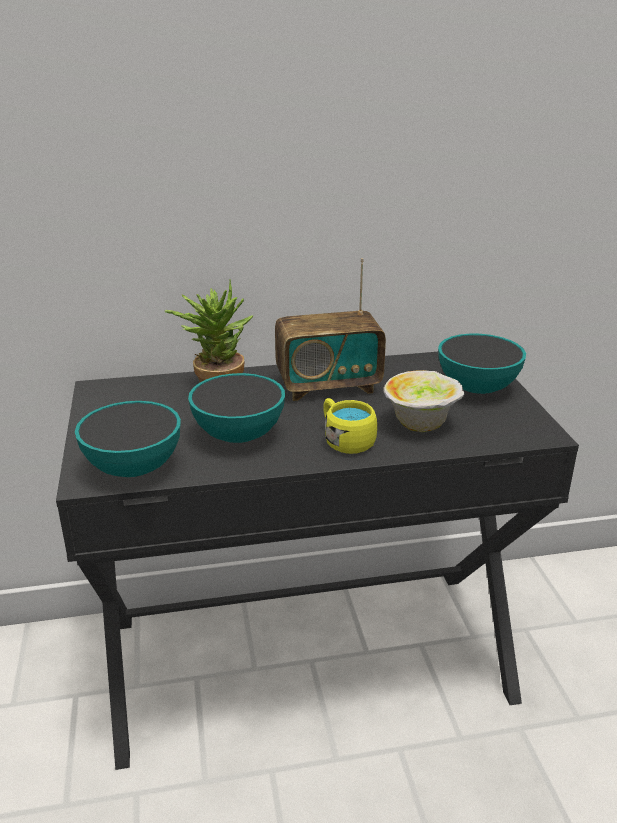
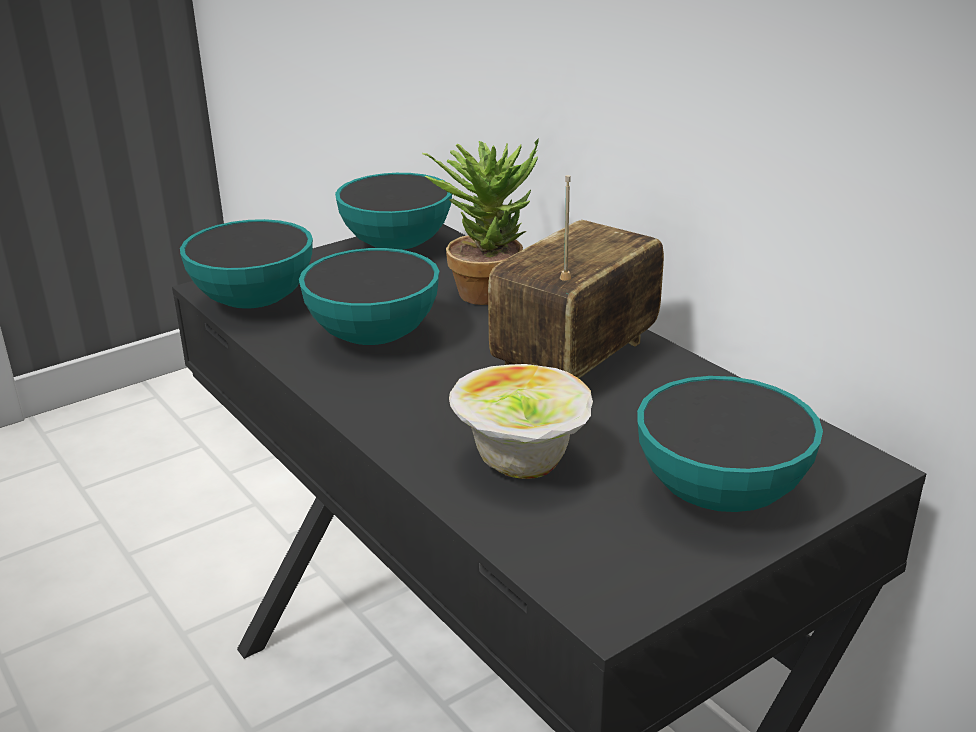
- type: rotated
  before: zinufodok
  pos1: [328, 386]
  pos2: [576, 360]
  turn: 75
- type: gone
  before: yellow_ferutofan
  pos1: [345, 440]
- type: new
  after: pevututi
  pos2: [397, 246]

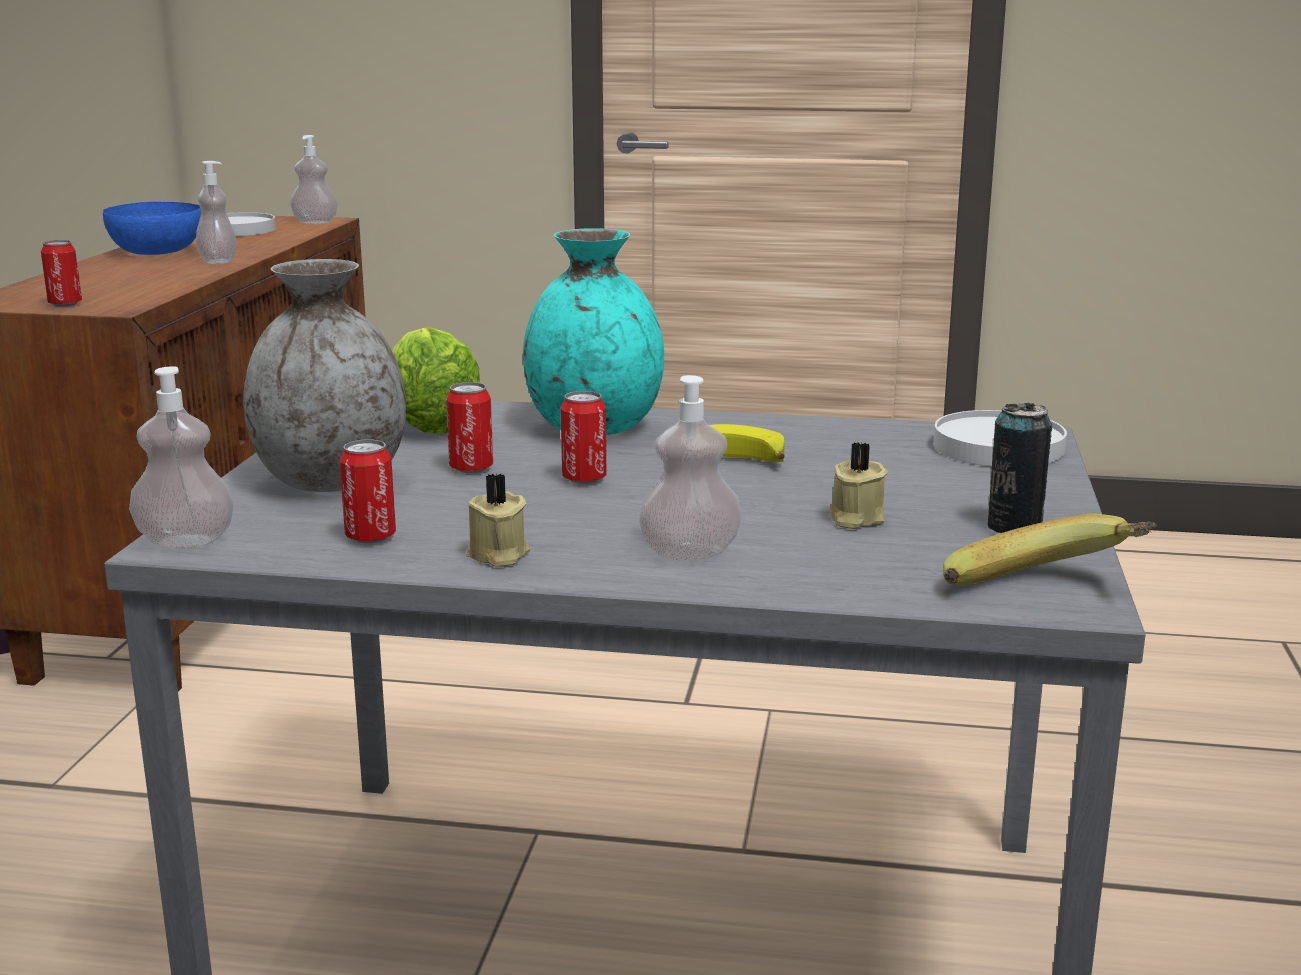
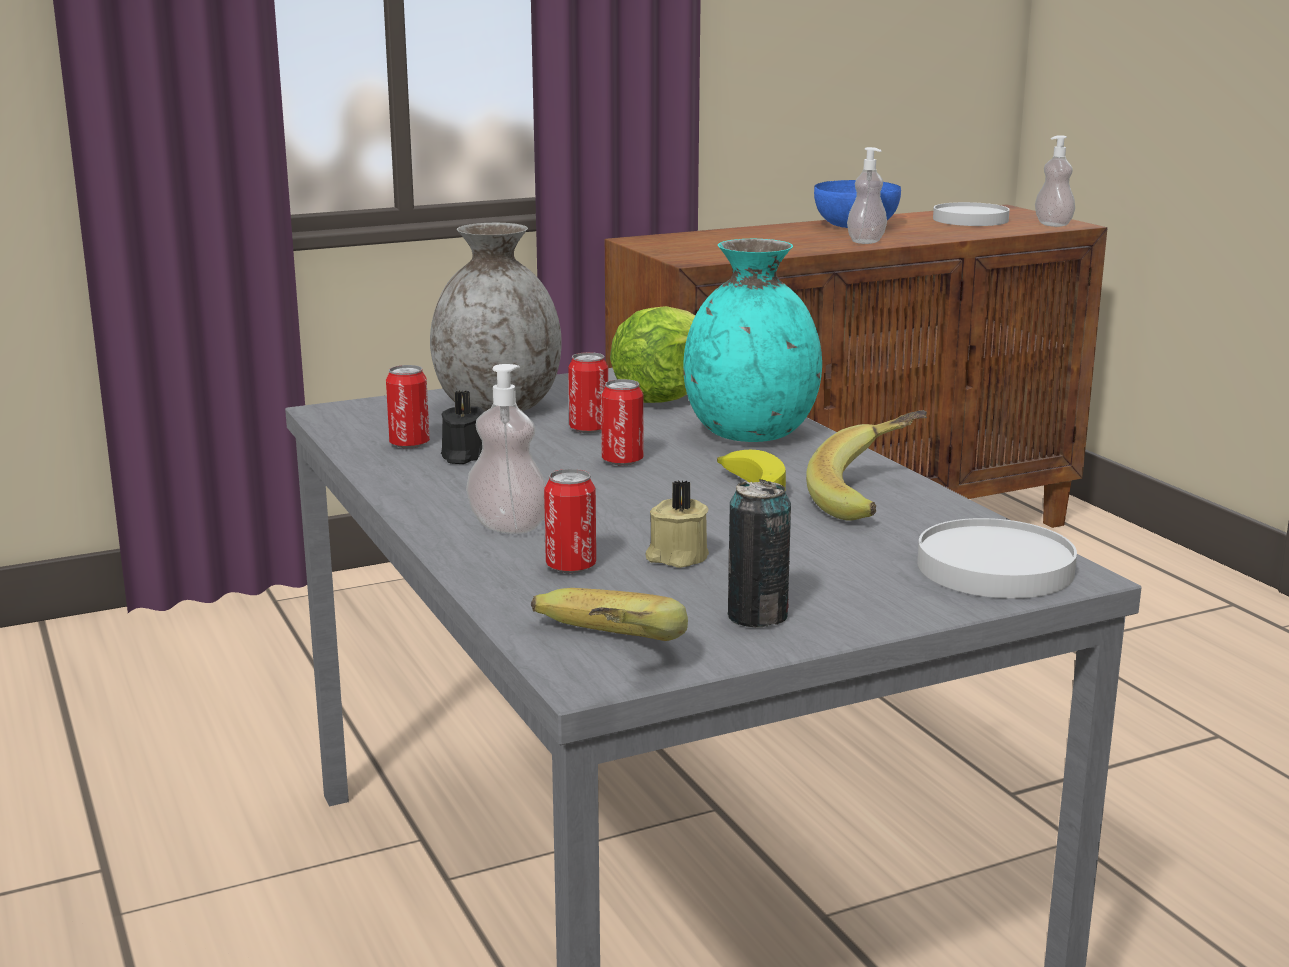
- type: shifted
  before: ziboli
  pos1: [65, 304]
  pos2: [571, 566]
- type: gone
  before: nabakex
  pos1: [185, 541]
- type: gone
  before: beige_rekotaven
  pos1: [498, 555]
- type: new
  after: black_rekotaven
  pos2: [462, 456]
- type: new
  after: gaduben
  pos2: [874, 499]

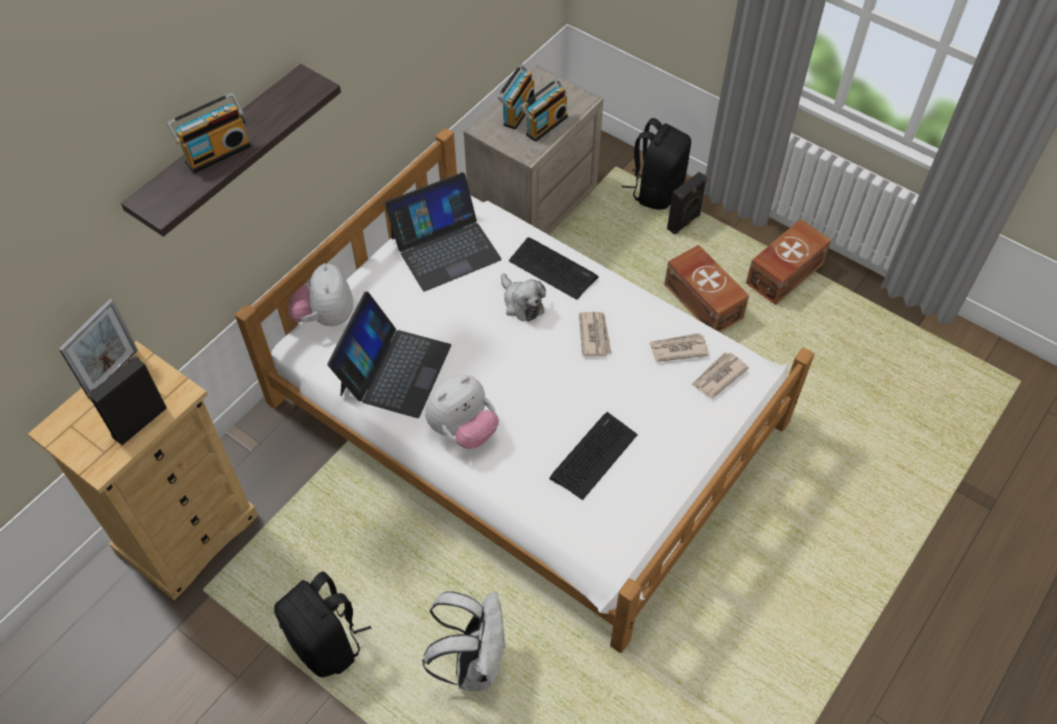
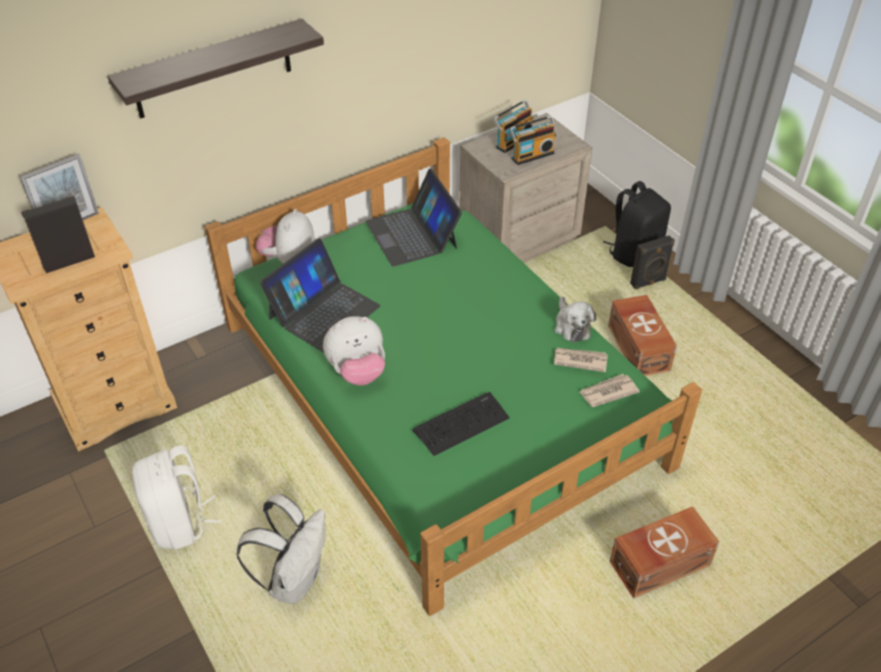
- type: gone
  before: zinufodok
  pos1: [217, 152]
- type: repainted
  before: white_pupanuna
  after: green_pupanuna
  pos1: [528, 412]
  pos2: [440, 393]
- type: repainted
  before: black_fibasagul
  after: white_fibasagul
  pos1: [327, 642]
  pos2: [180, 523]
- type: rotated
  before: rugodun
  pos1: [445, 247]
  pos2: [412, 234]
  turn: 75
- type: shifted
  before: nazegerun
  pos1: [521, 303]
  pos2: [571, 326]
- type: gone
  before: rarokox
  pos1: [553, 268]
- type: gone
  before: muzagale
  pos1: [594, 335]
- type: shifted
  before: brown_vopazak
  pos1: [782, 274]
  pos2: [657, 563]

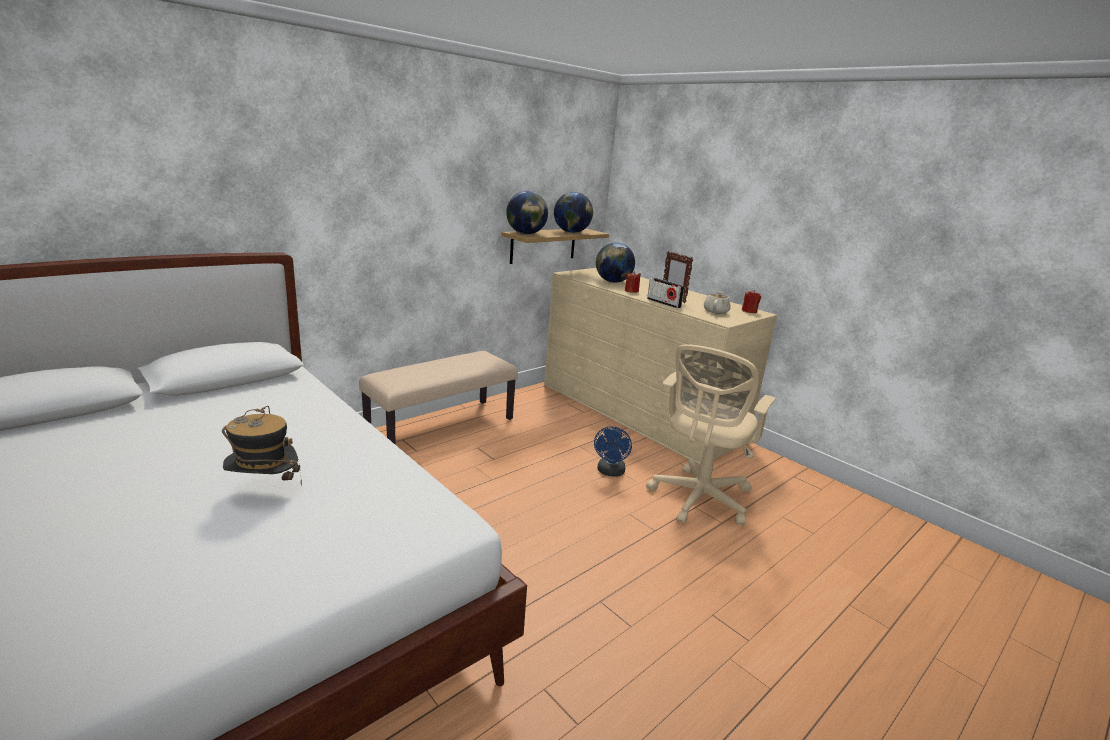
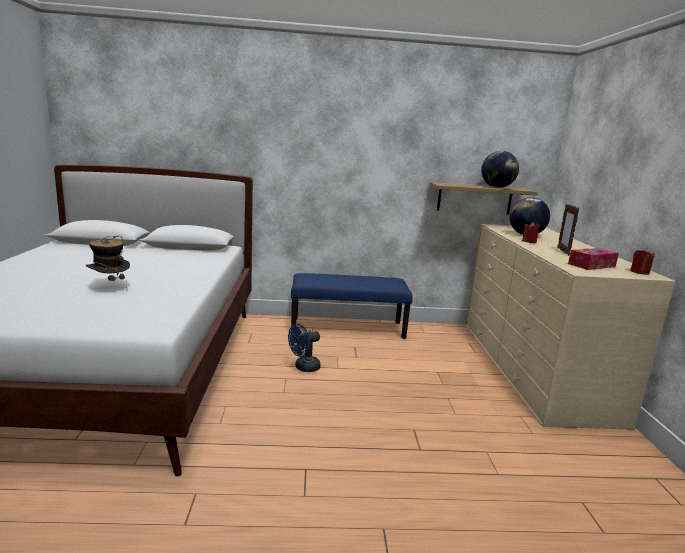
- type: repainted
  before: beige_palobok
  after: blue_palobok
  pos1: [441, 426]
  pos2: [348, 328]
- type: gone
  before: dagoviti
  pos1: [526, 234]
- type: shifted
  before: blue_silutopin
  pos1: [610, 472]
  pos2: [304, 368]
- type: gone
  before: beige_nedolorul
  pos1: [698, 500]
- type: gone
  before: zinufodok
  pos1: [663, 303]
- type: swapped
  before: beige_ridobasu
  after: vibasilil
  pos1: [716, 311]
  pos2: [591, 265]

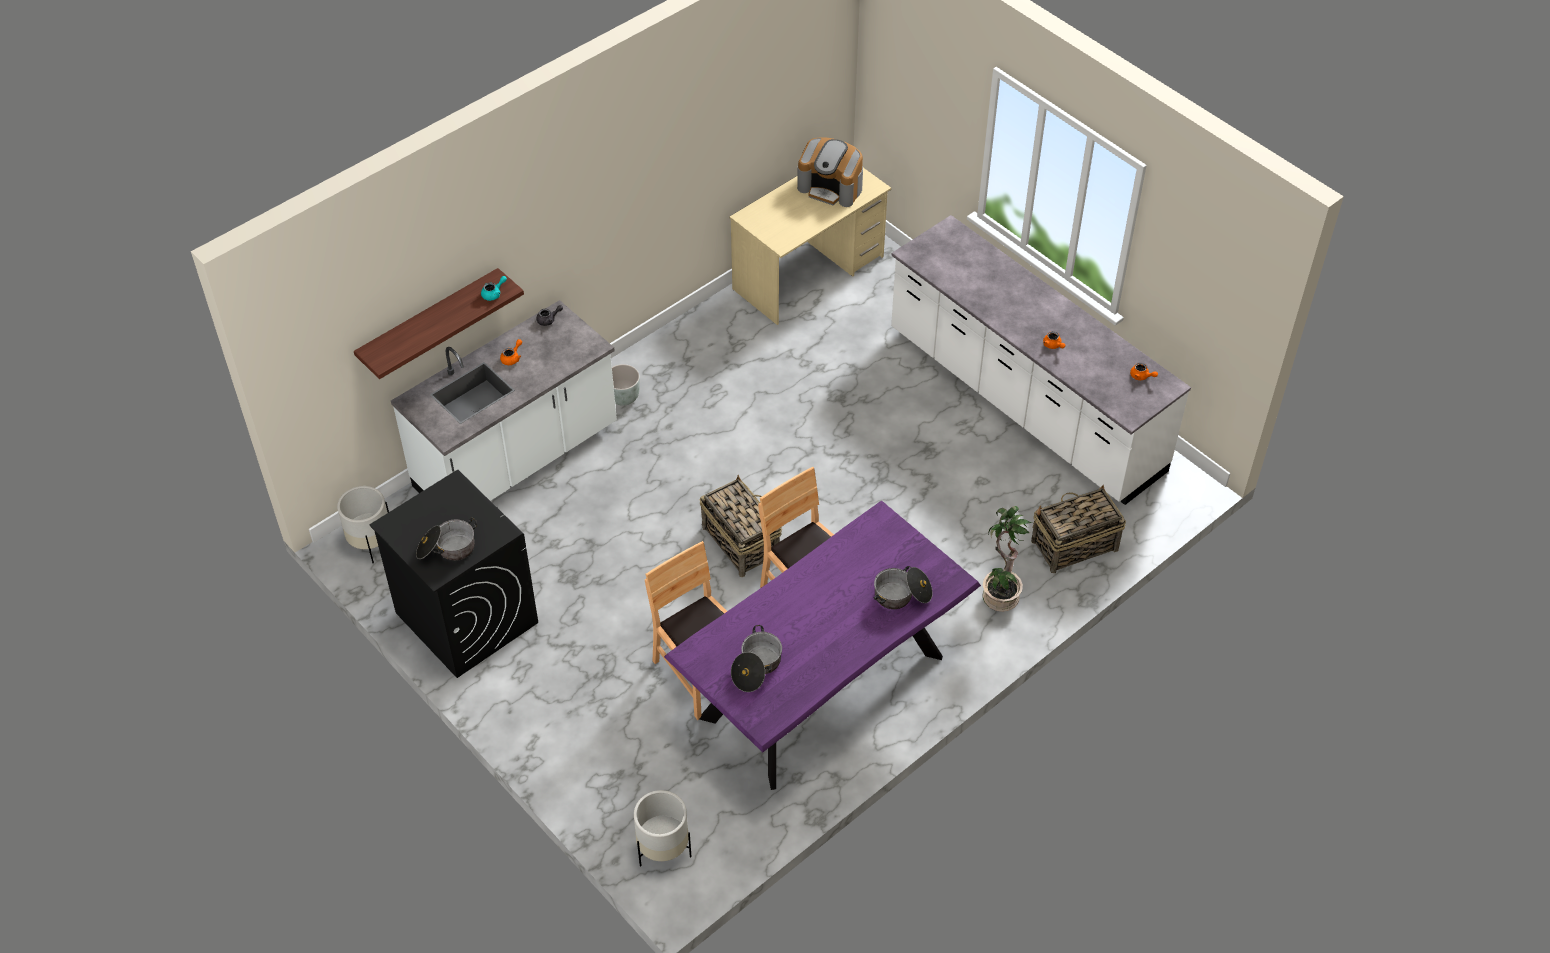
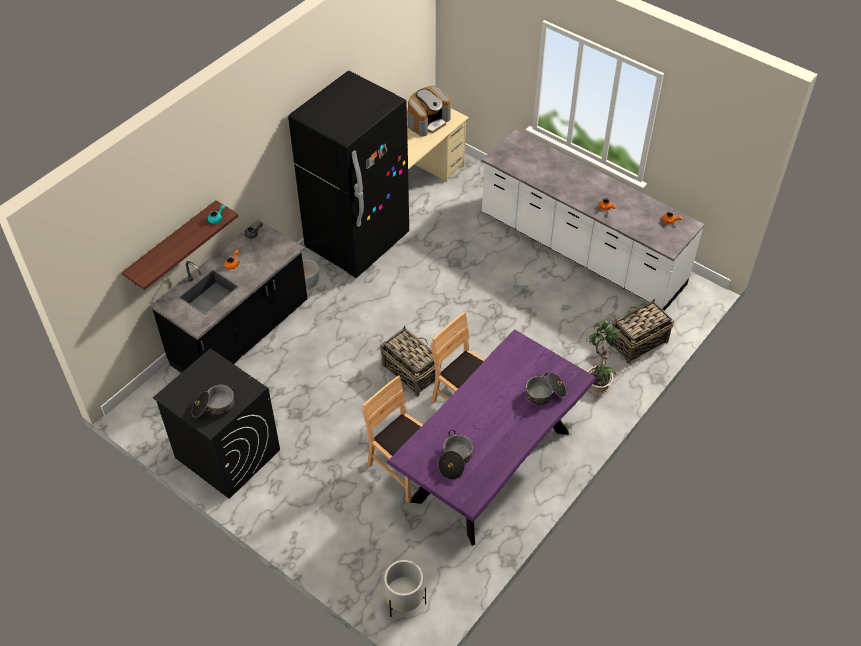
- type: gone
  before: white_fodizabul
  pos1: [371, 542]
- type: repainted
  before: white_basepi
  after: black_basepi
  pos1: [517, 459]
  pos2: [241, 335]
- type: rotated
  before: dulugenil
  pos1: [831, 187]
  pos2: [428, 121]
  turn: -60
- type: new
  after: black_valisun
  pos2: [357, 242]

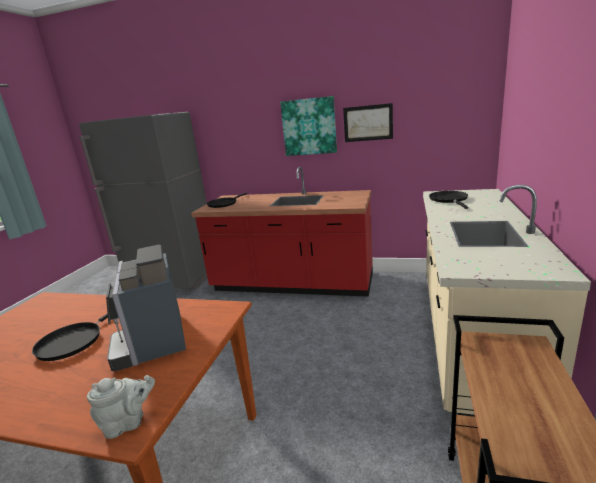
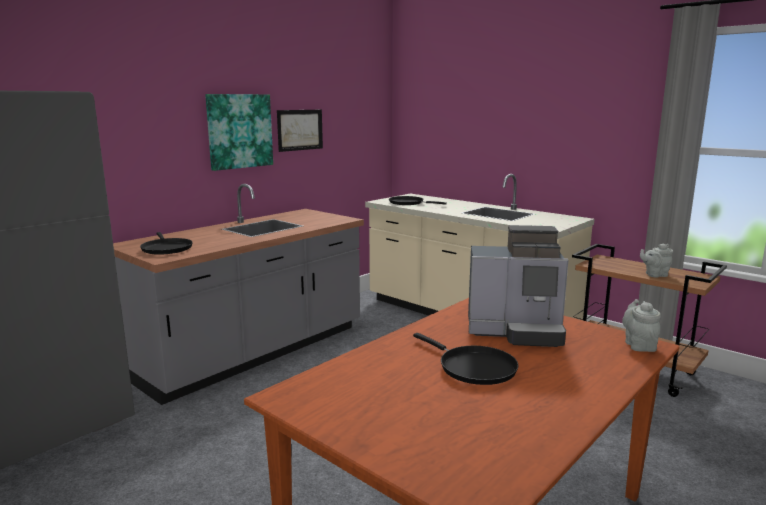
- type: repainted
  before: red_basepi
  after: grey_basepi
  pos1: [292, 284]
  pos2: [253, 352]
- type: new
  after: grey_ridobasu
  pos2: [654, 275]

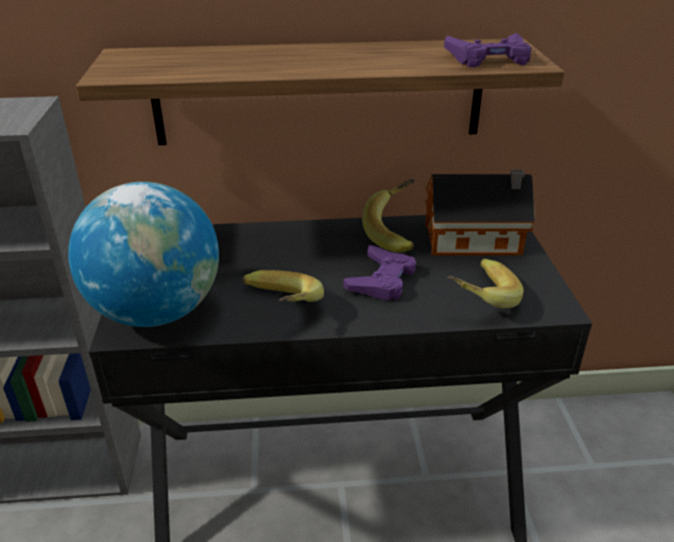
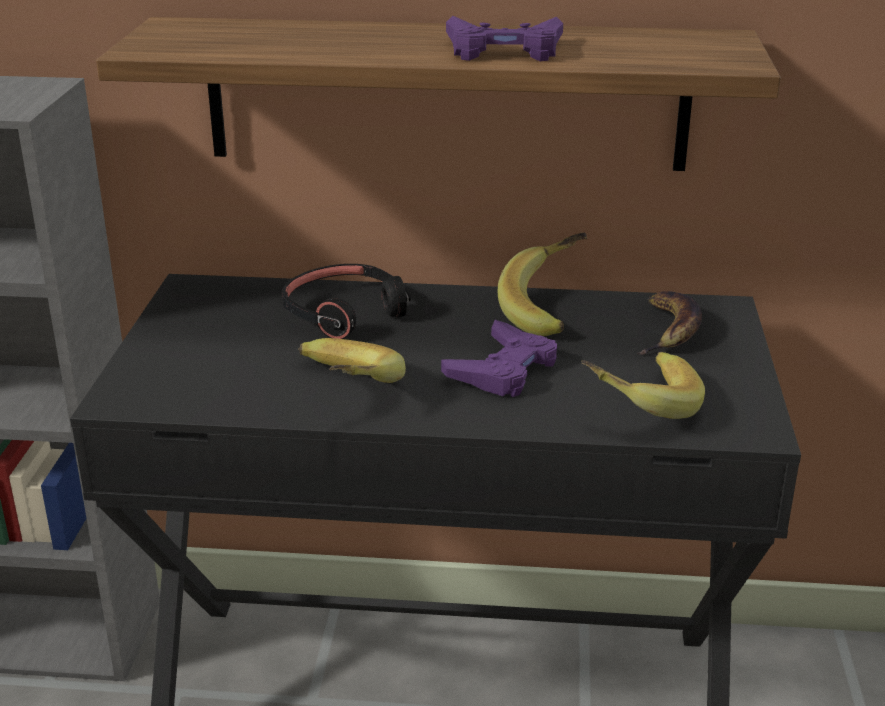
- type: gone
  before: dagoviti
  pos1: [157, 312]
- type: swapped
  before: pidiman
  after: gaduben
  pos1: [477, 240]
  pos2: [669, 330]
- type: shifted
  before: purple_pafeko
  pos1: [489, 58]
  pos2: [504, 50]
- type: new
  after: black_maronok
  pos2: [344, 312]

